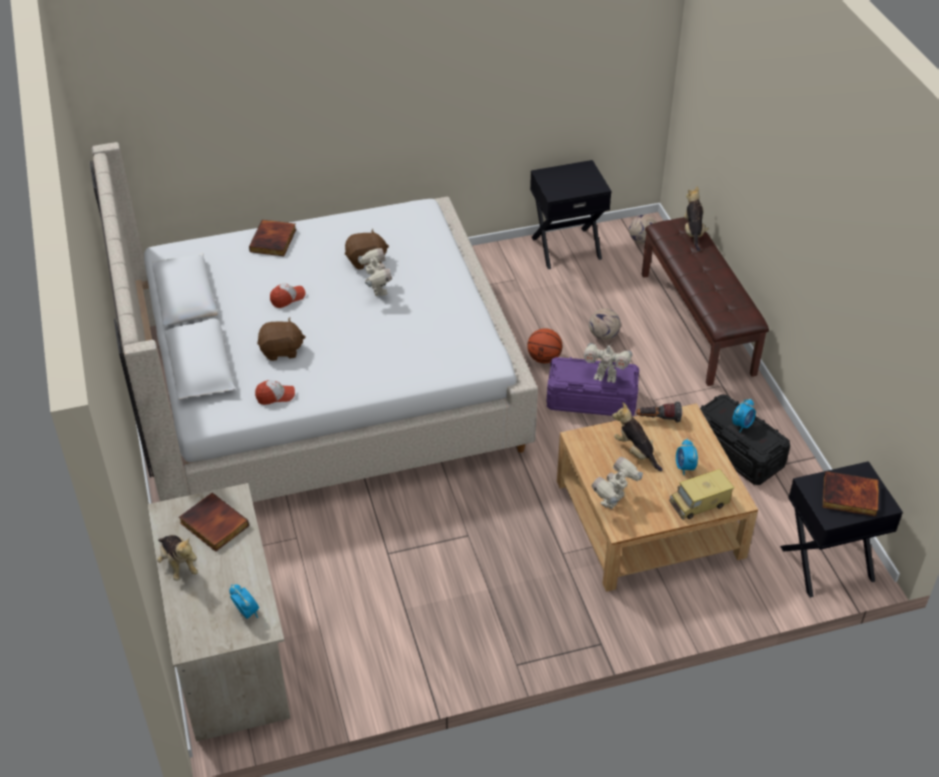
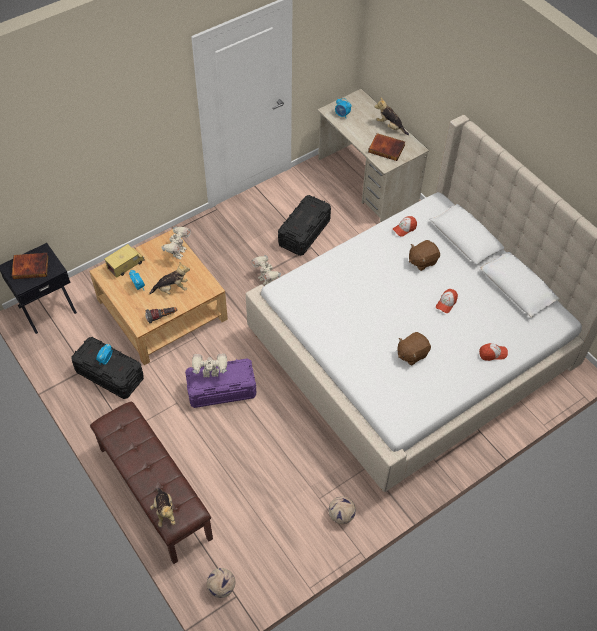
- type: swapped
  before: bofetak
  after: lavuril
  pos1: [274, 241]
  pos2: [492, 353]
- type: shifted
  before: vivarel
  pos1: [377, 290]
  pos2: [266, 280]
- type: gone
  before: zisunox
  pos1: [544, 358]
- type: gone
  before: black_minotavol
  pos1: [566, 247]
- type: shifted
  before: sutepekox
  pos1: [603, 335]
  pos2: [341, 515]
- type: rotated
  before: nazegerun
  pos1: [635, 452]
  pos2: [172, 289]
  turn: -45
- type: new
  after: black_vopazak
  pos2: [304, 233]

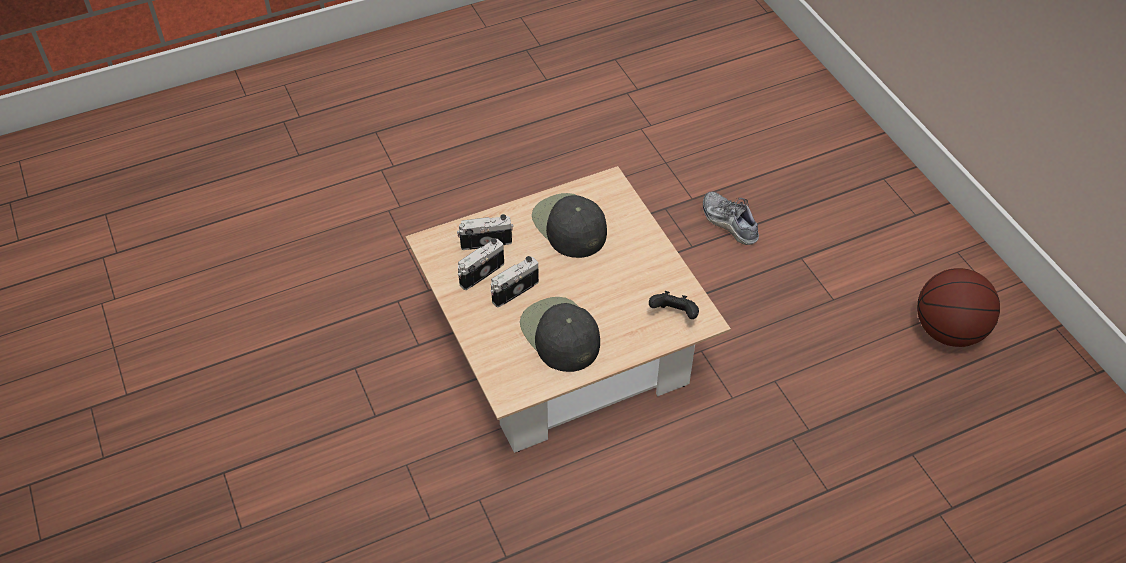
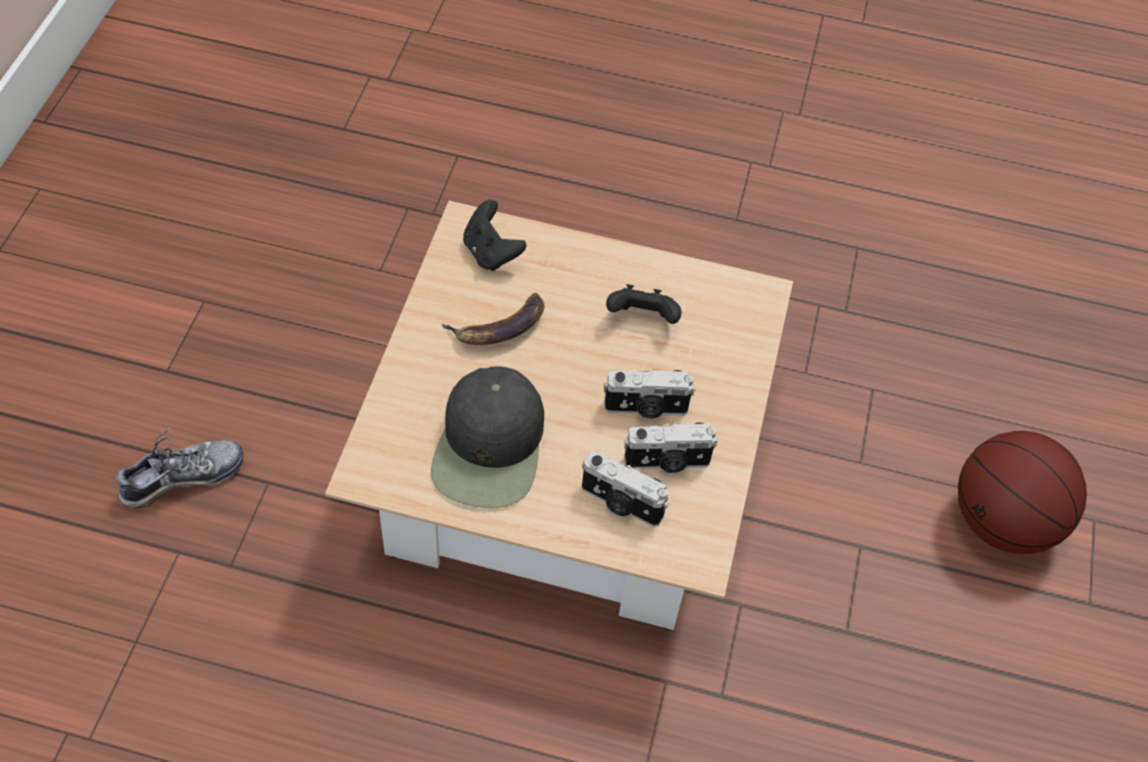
- type: swapped
  before: black_lavuril
  after: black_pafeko
  pos1: [559, 334]
  pos2: [642, 318]
- type: rotated
  before: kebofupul
  pos1: [729, 223]
  pos2: [183, 478]
  turn: -120
- type: shifted
  before: zisunox
  pos1: [948, 331]
  pos2: [1002, 521]
- type: new
  after: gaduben
  pos2: [499, 328]

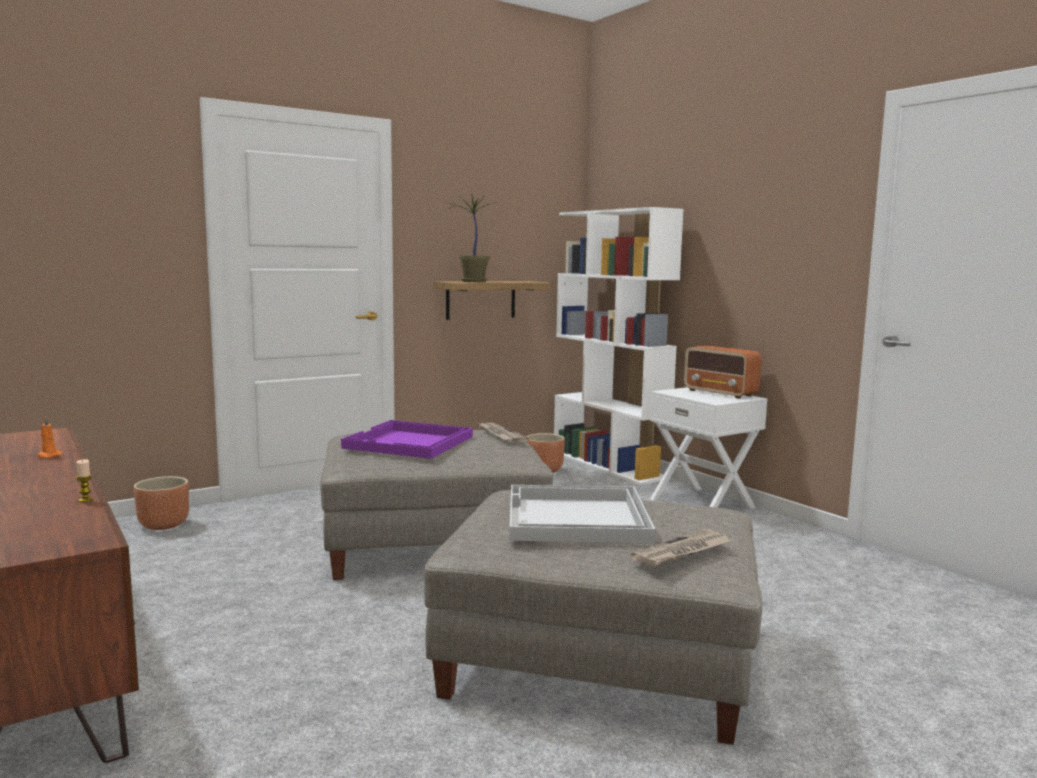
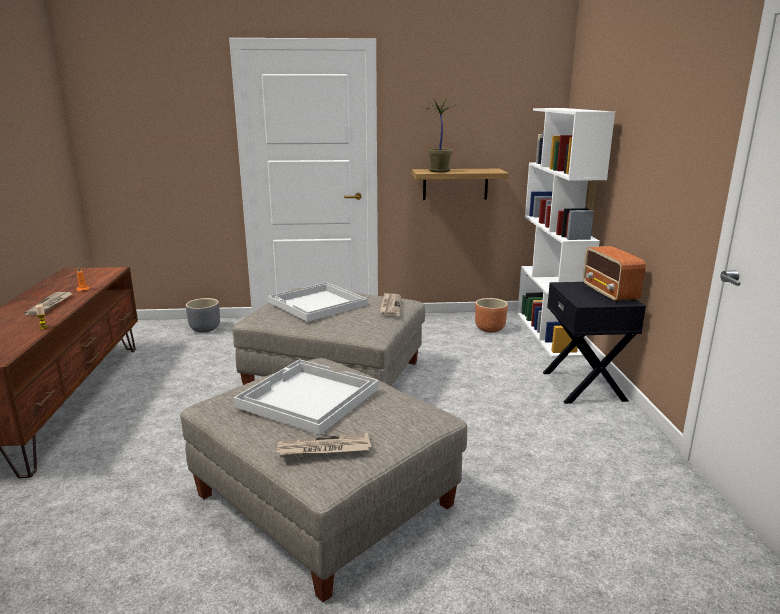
- type: repainted
  before: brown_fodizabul
  after: grey_fodizabul
  pos1: [164, 525]
  pos2: [205, 329]
- type: repainted
  before: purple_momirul
  after: white_momirul
  pos1: [409, 442]
  pos2: [317, 304]
- type: repainted
  before: white_minotavol
  after: black_minotavol
  pos1: [703, 503]
  pos2: [585, 386]
- type: new
  after: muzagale
  pos2: [50, 305]

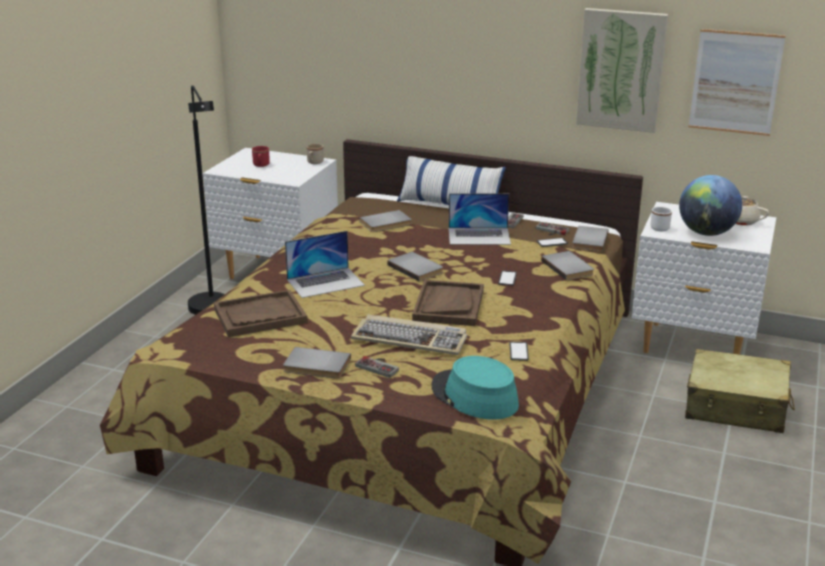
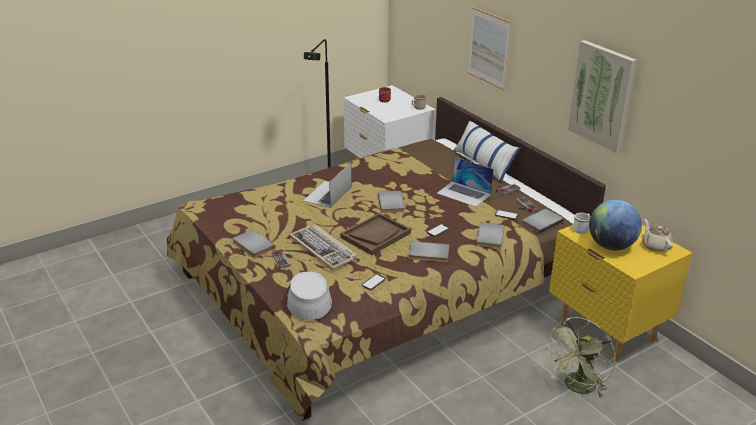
- type: gone
  before: brown_momirul
  pos1: [260, 316]
- type: rotated
  before: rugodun
  pos1: [325, 282]
  pos2: [327, 194]
  turn: 105
- type: shifted
  before: grey_bofetak
  pos1: [386, 224]
  pos2: [428, 254]
- type: repainted
  before: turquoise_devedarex
  after: grey_devedarex
  pos1: [474, 396]
  pos2: [308, 299]
- type: repainted
  before: white_minotavol
  after: yellow_minotavol
  pos1: [693, 346]
  pos2: [606, 331]
- type: swapped
  before: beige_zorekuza
  after: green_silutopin
  pos1: [736, 407]
  pos2: [577, 388]
- type: shifted
  before: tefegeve
  pos1: [735, 82]
  pos2: [488, 48]

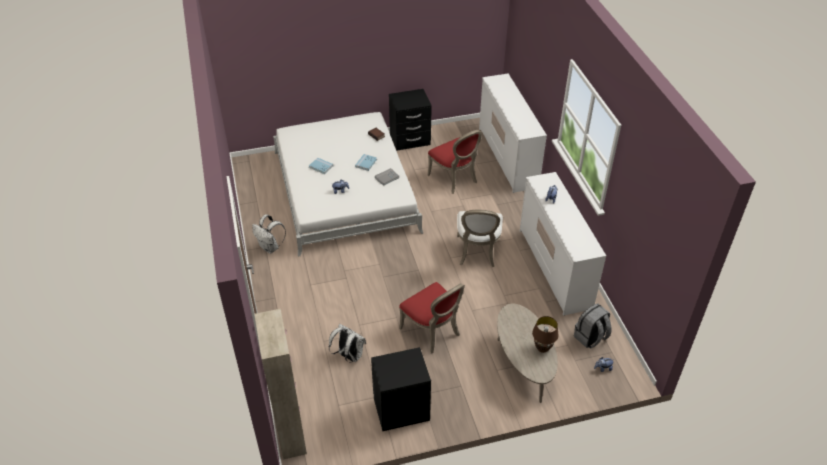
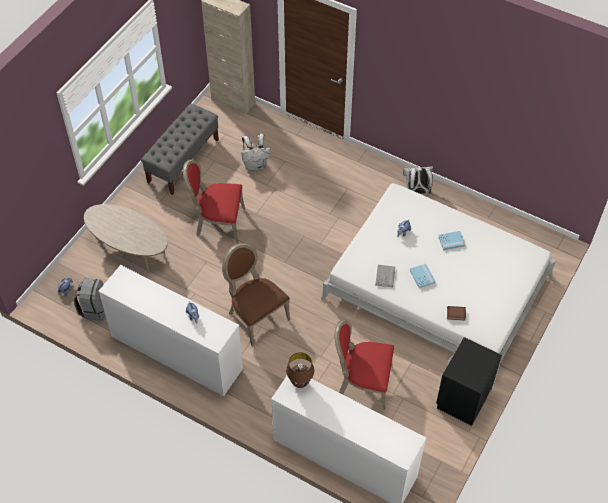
- type: swapped
  before: black_minotavol
  after: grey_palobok
  pos1: [401, 408]
  pos2: [183, 160]
- type: repainted
  before: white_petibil
  after: brown_petibil
  pos1: [477, 252]
  pos2: [255, 316]
- type: shifted
  before: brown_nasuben
  pos1: [542, 348]
  pos2: [300, 383]

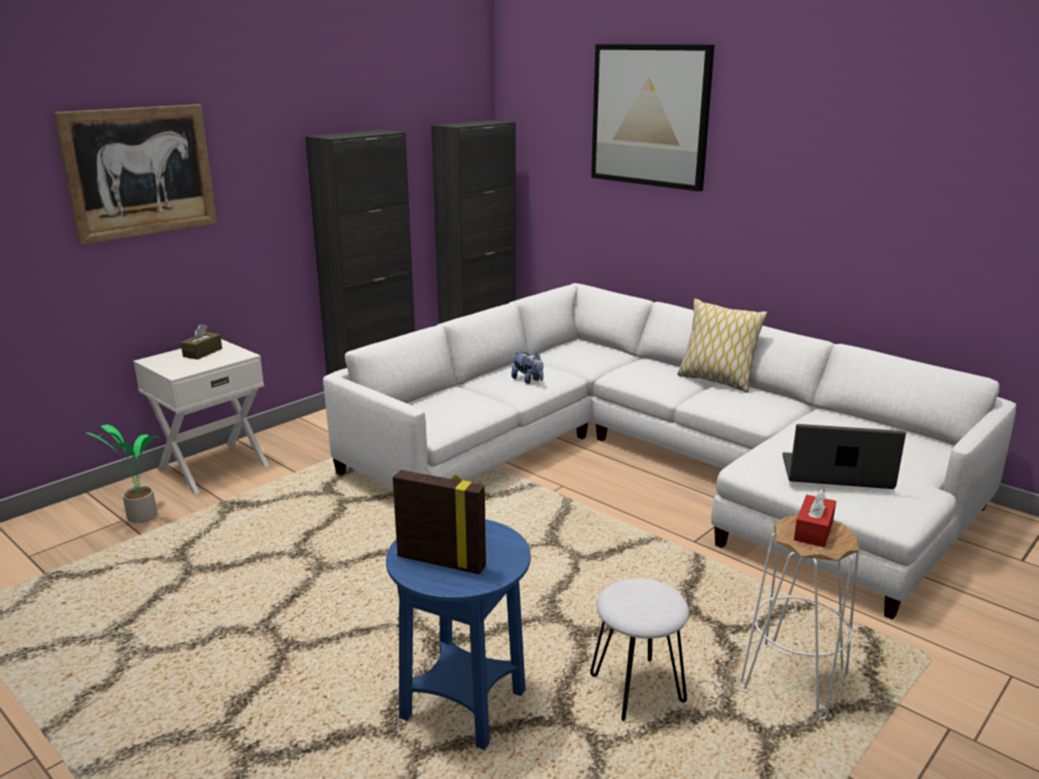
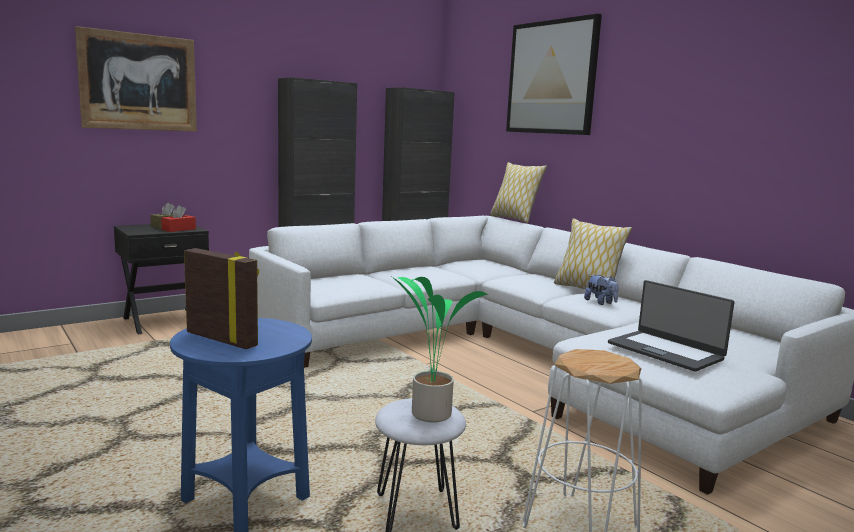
- type: shifted
  before: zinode
  pos1: [140, 517]
  pos2: [428, 414]
- type: repainted
  before: white_minotavol
  after: black_minotavol
  pos1: [212, 466]
  pos2: [164, 320]
- type: shifted
  before: nazegerun
  pos1: [528, 380]
  pos2: [601, 302]
- type: rotated
  before: rugodun
  pos1: [836, 473]
  pos2: [666, 351]
  turn: -150
- type: shifted
  before: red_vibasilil
  pos1: [813, 530]
  pos2: [179, 229]
- type: new
  after: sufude
  pos2: [514, 219]

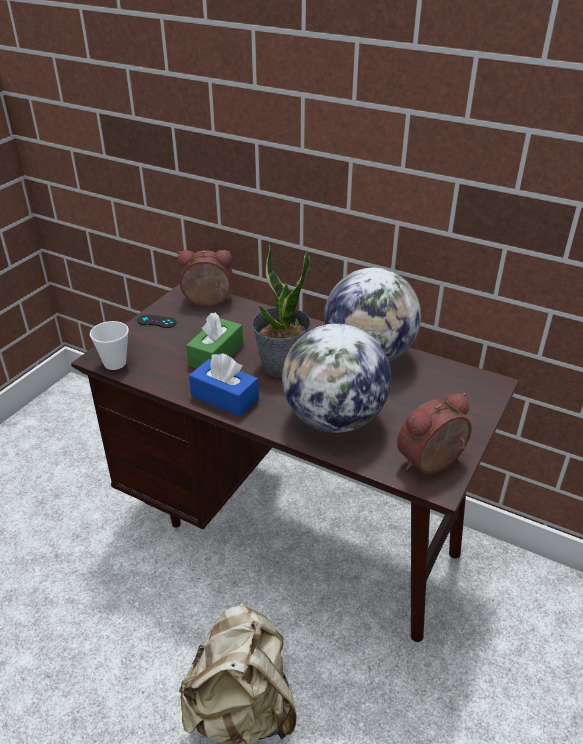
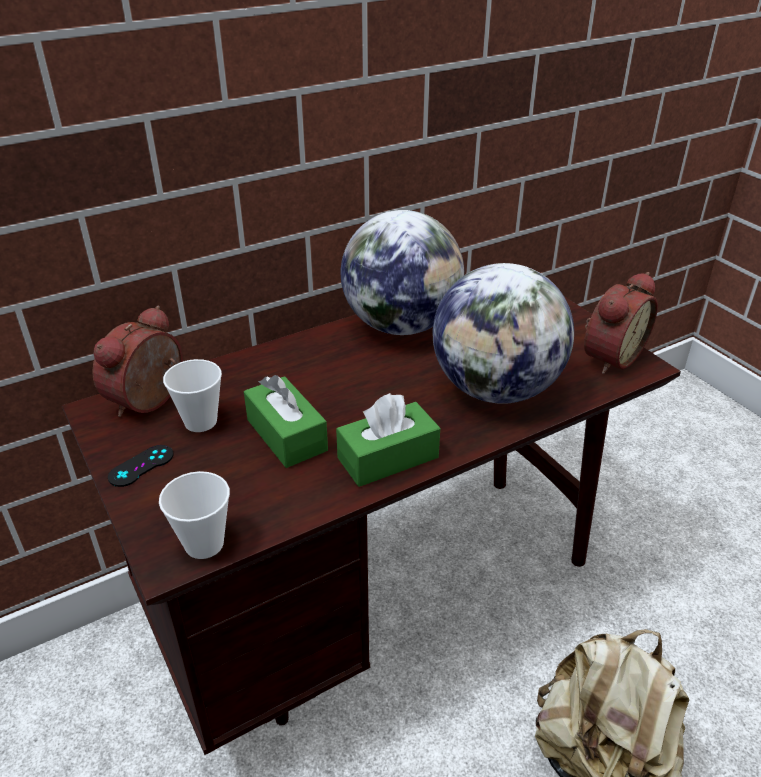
- type: repainted
  before: blue_vibasilil
  after: green_vibasilil
  pos1: [224, 397]
  pos2: [388, 458]
- type: gone
  before: zinode
  pos1: [282, 365]
- type: rotated
  before: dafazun
  pos1: [433, 464]
  pos2: [609, 356]
  turn: -135
- type: new
  after: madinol
  pos2: [200, 422]

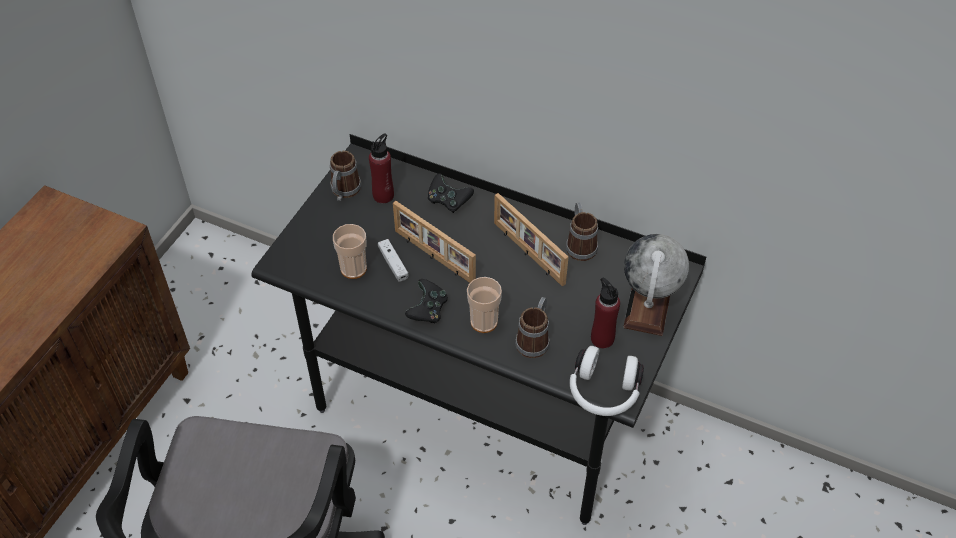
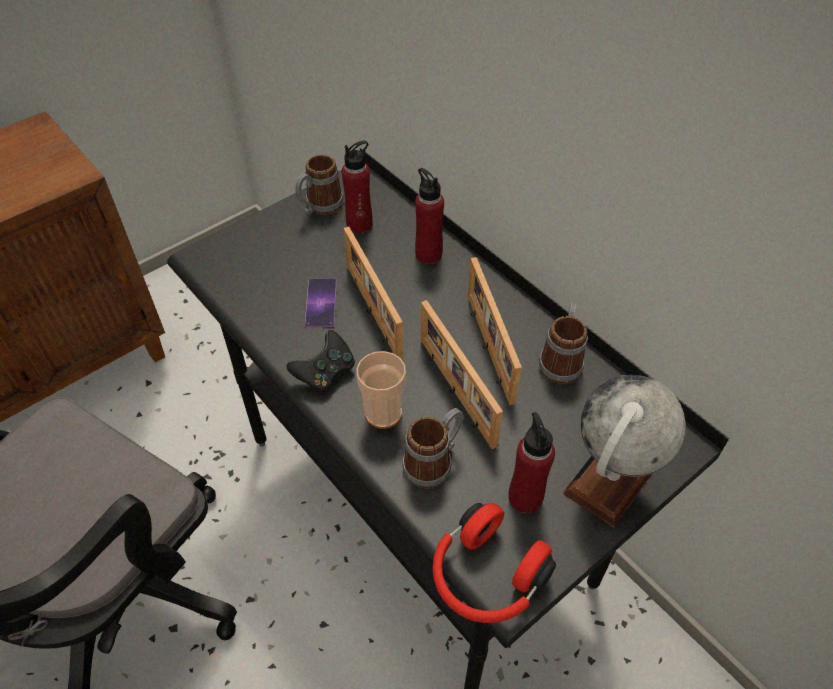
- type: gone
  before: madinol
  pos1: [353, 268]
- type: swapped
  before: white_pafeko
  after: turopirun
  pos1: [393, 264]
  pos2: [321, 303]
- type: swapped
  before: black_pafeko
  after: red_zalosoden
  pos1: [448, 201]
  pos2: [428, 254]
- type: repainted
  before: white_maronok
  after: red_maronok
  pos1: [603, 392]
  pos2: [486, 577]
- type: new
  after: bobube
  pos2: [454, 391]

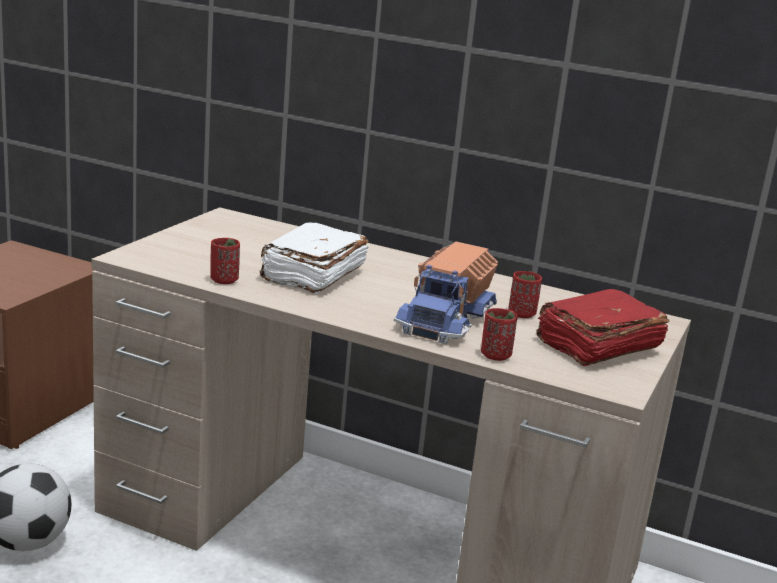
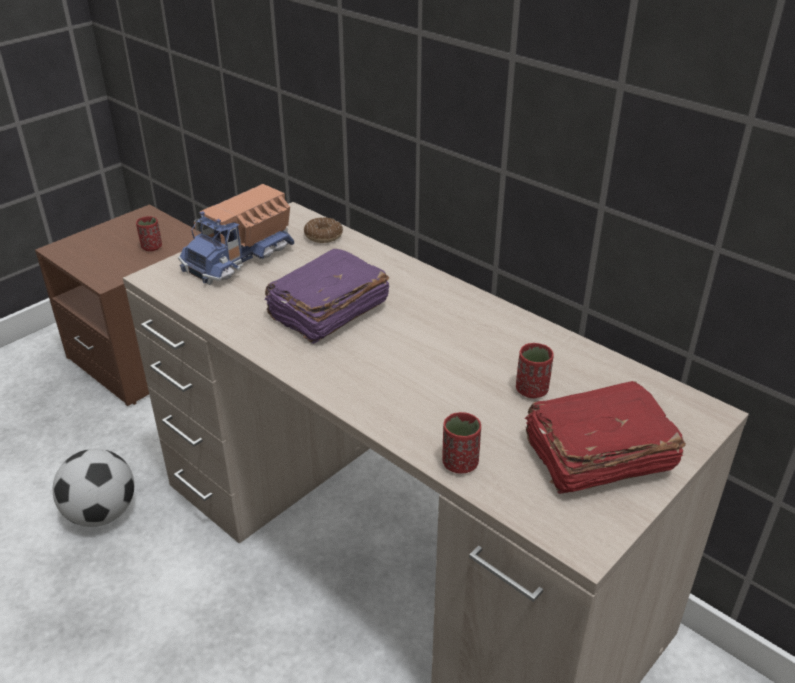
- type: shifted
  before: red_madinol
  pos1: [224, 280]
  pos2: [151, 247]
- type: repainted
  before: white_bofetak
  after: purple_bofetak
  pos1: [312, 275]
  pos2: [327, 312]
- type: shifted
  before: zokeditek
  pos1: [447, 319]
  pos2: [240, 257]
- type: new
  after: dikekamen
  pos2: [323, 236]

